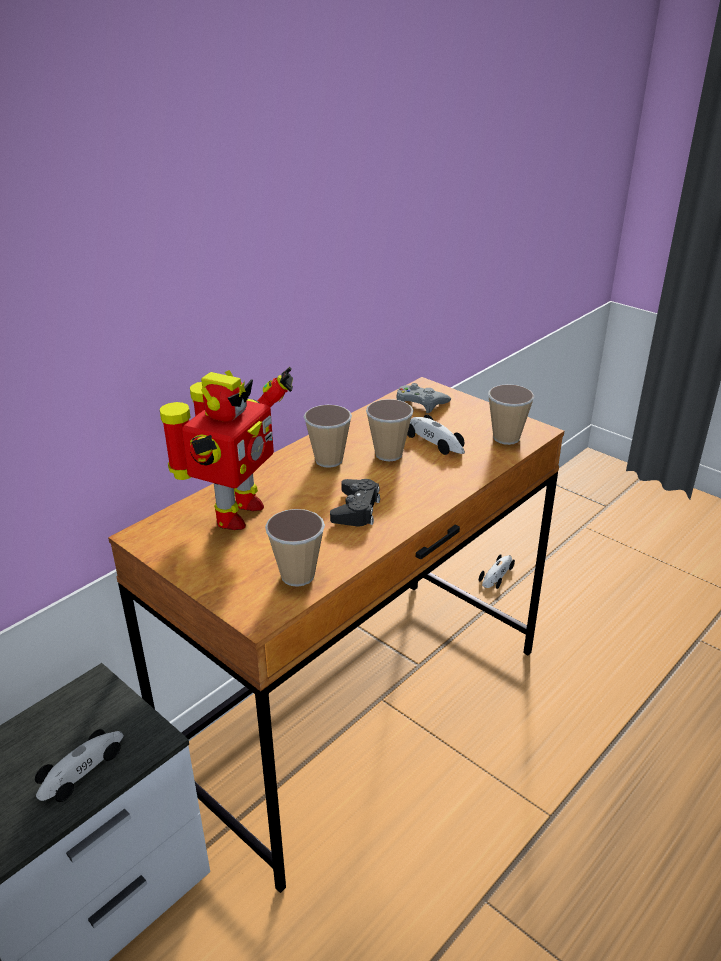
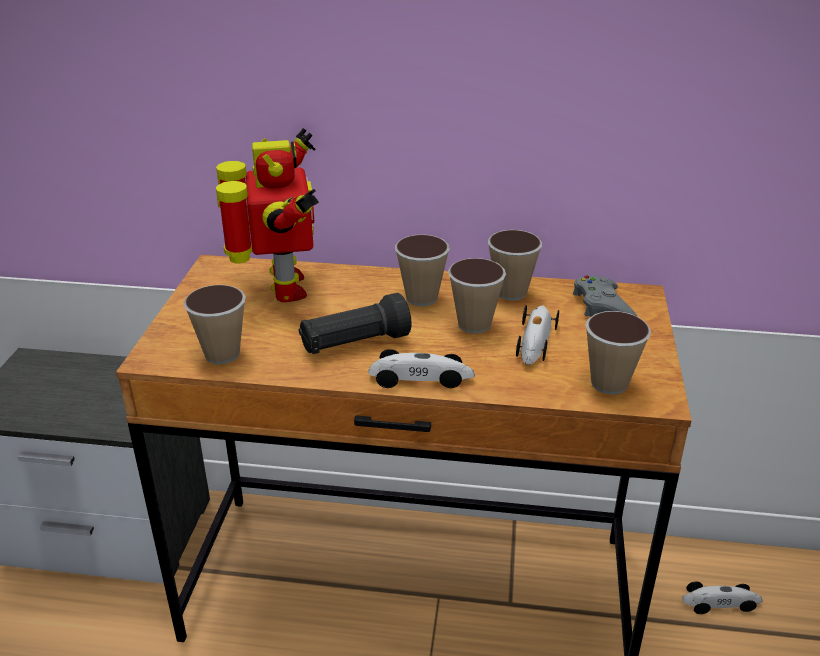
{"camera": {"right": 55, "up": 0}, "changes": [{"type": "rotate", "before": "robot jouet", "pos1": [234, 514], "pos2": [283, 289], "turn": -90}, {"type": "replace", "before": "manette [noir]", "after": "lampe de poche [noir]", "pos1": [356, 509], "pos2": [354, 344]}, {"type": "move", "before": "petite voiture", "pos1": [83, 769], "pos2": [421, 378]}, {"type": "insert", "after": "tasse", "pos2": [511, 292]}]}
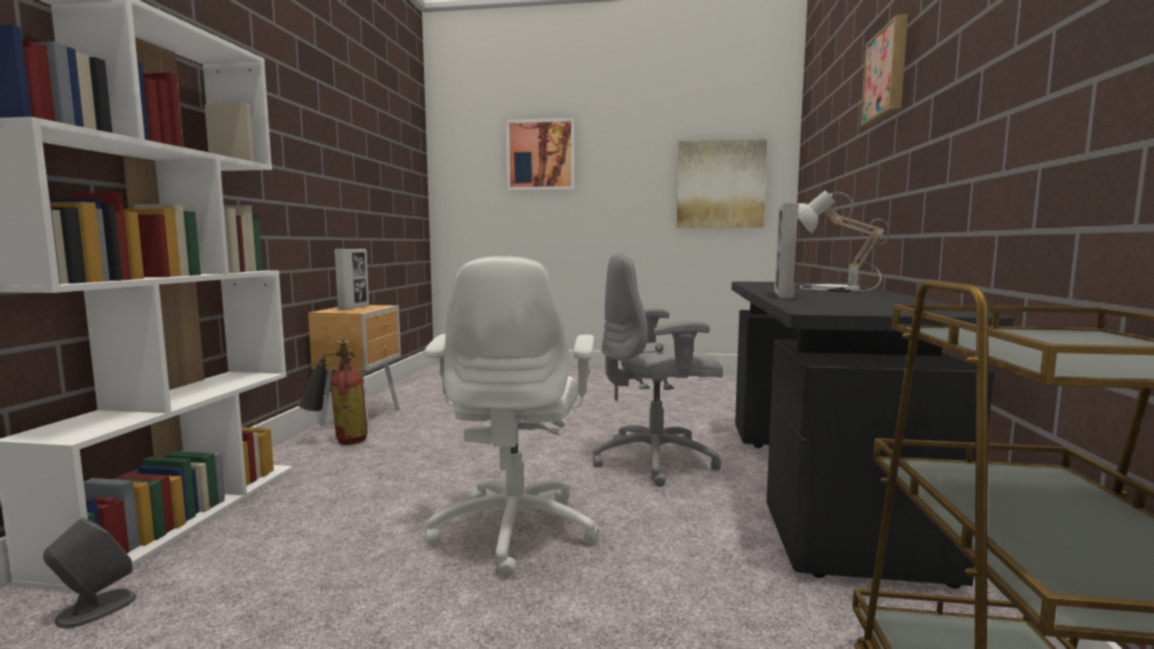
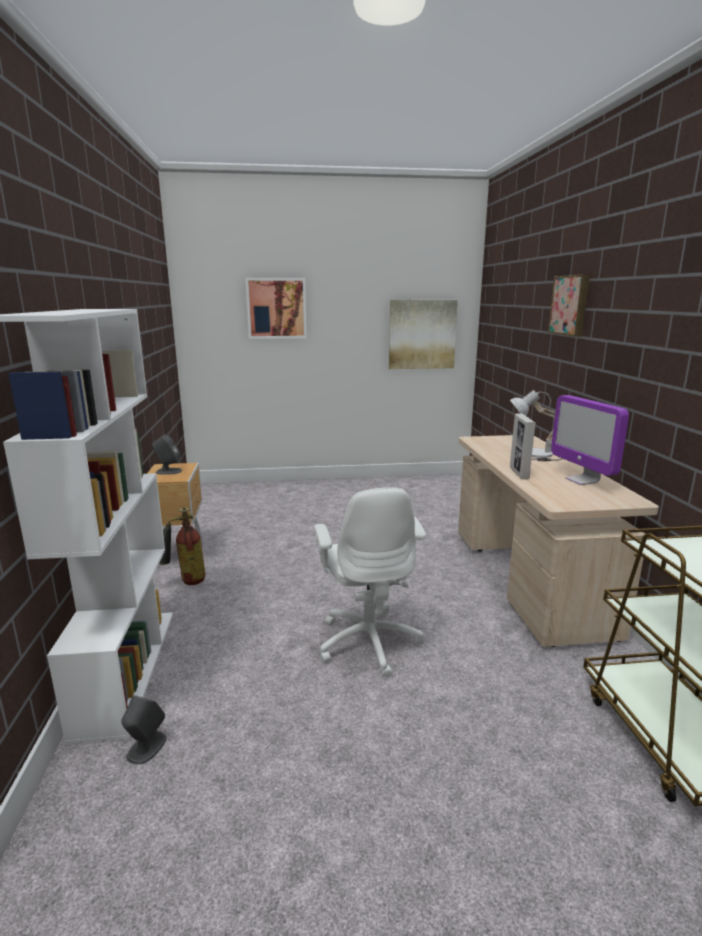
{"camera": {"right": -15, "up": 10}, "changes": [{"type": "replace", "before": "cadre photo", "after": "enceinte [gris]", "pos1": [354, 308], "pos2": [168, 471]}, {"type": "delete", "before": "chaise de bureau [gris]", "pos1": [657, 461]}, {"type": "recolor", "before": "bureau [noir]", "after": "bureau [beige]", "pos1": [817, 486], "pos2": [527, 579]}, {"type": "insert", "after": "écran d'ordinateur", "pos2": [582, 480]}]}
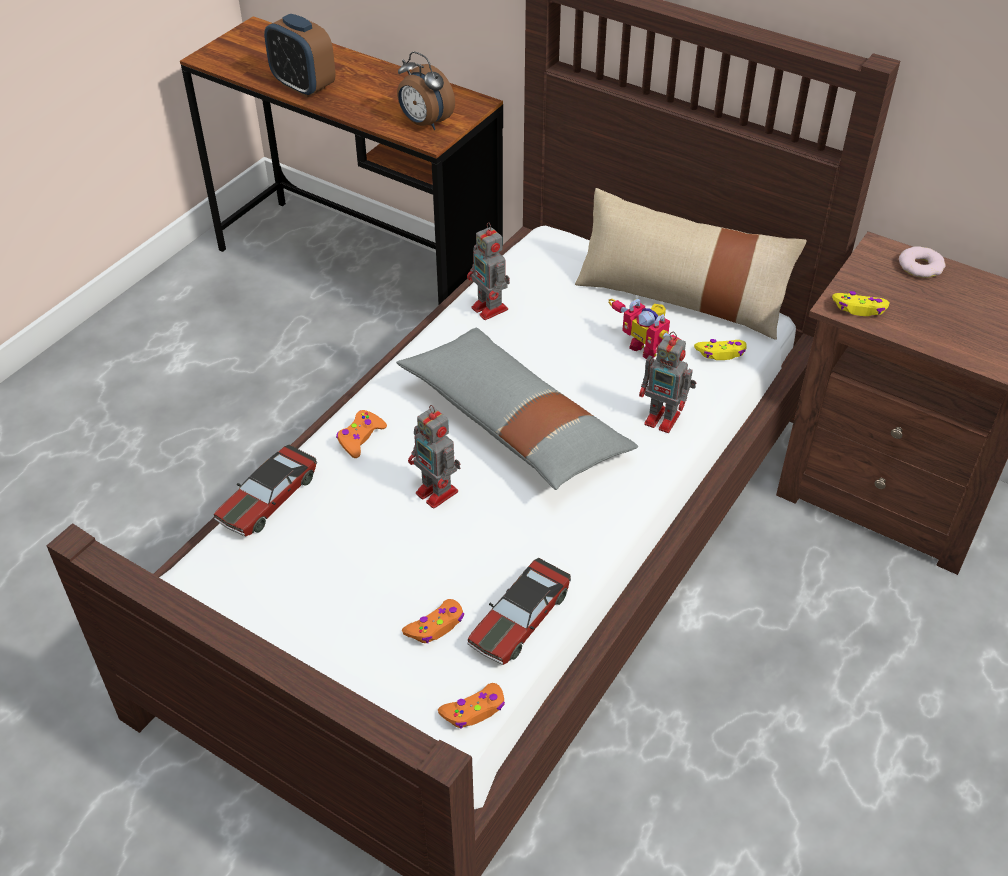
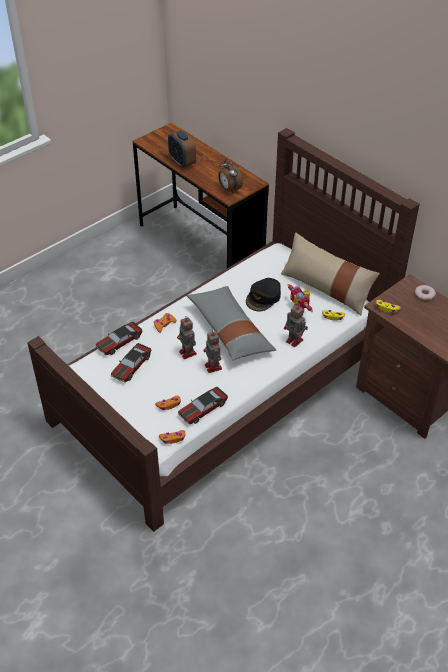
{"camera": {"right": 15, "up": 0}, "changes": [{"type": "move", "before": "robot jouet", "pos1": [490, 309], "pos2": [213, 367]}, {"type": "insert", "after": "casquette [noir]", "pos2": [263, 298]}, {"type": "insert", "after": "petite voiture", "pos2": [131, 366]}]}
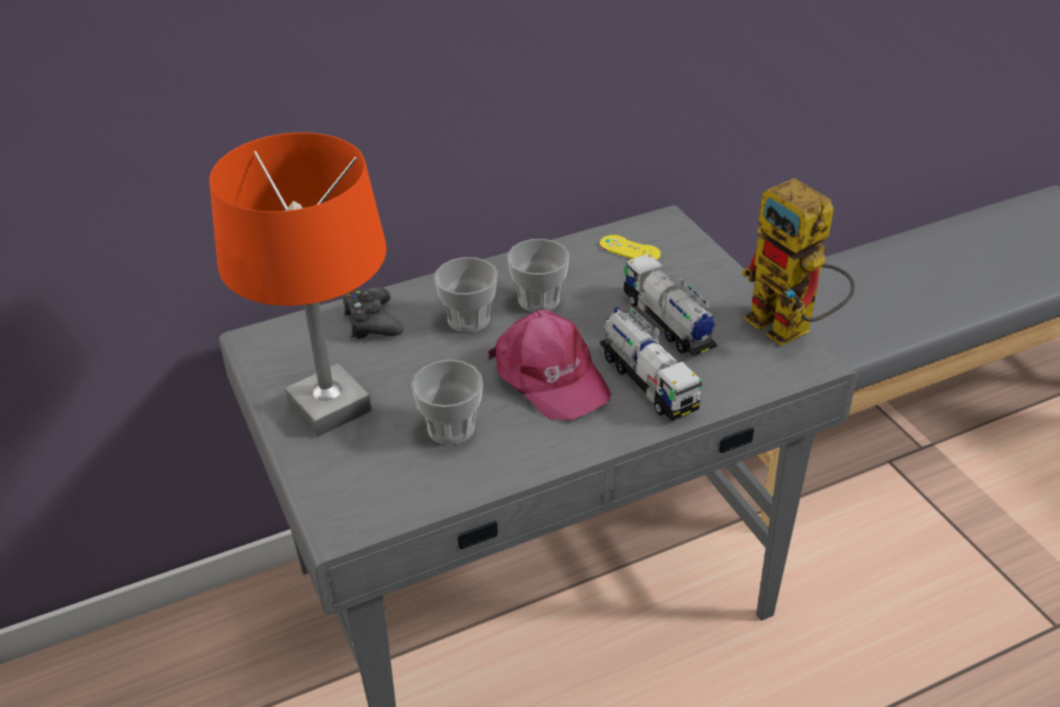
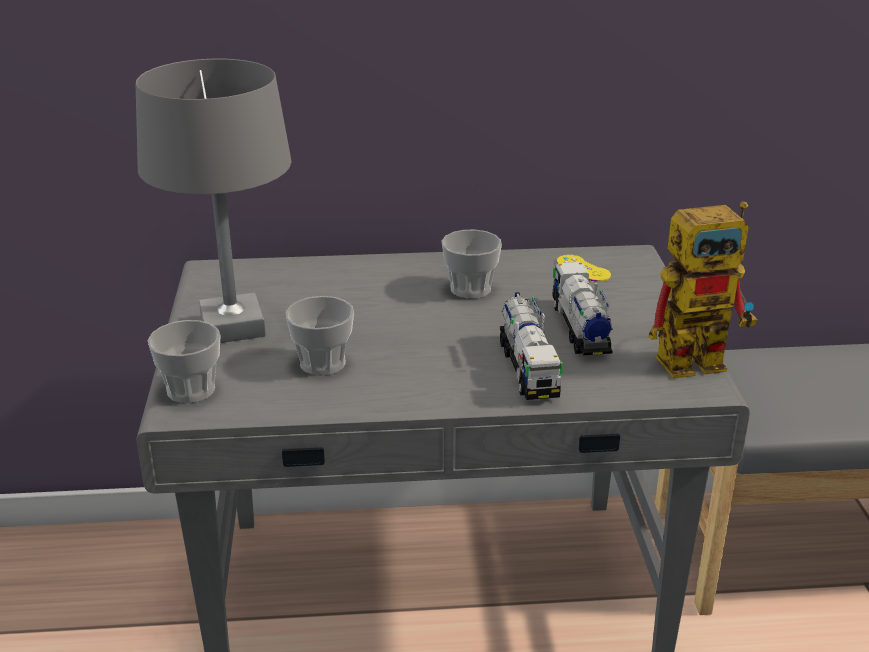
{"camera": {"right": 20, "up": -10}, "changes": [{"type": "recolor", "before": "lampe de table [orange]", "after": "lampe de table [gris]", "pos1": [329, 407], "pos2": [232, 326]}, {"type": "rotate", "before": "robot jouet", "pos1": [791, 330], "pos2": [701, 358], "turn": -90}, {"type": "move", "before": "tasse", "pos1": [468, 319], "pos2": [191, 390]}, {"type": "delete", "before": "manette [noir]", "pos1": [372, 322]}, {"type": "delete", "before": "casquette [rose]", "pos1": [549, 376]}]}
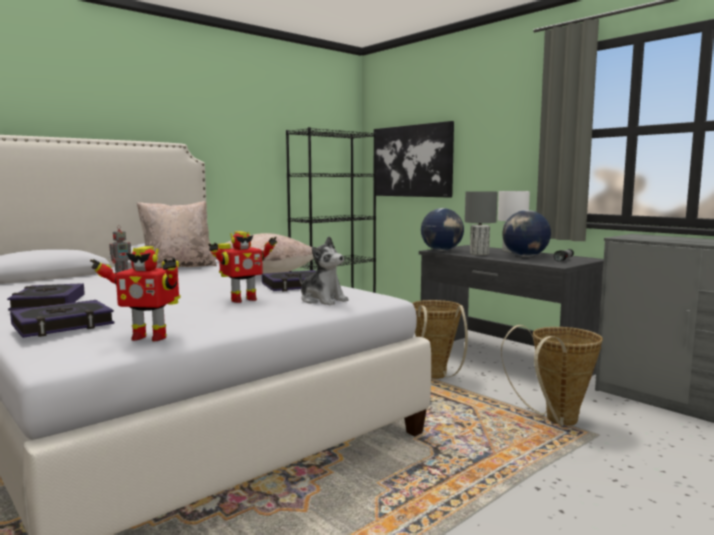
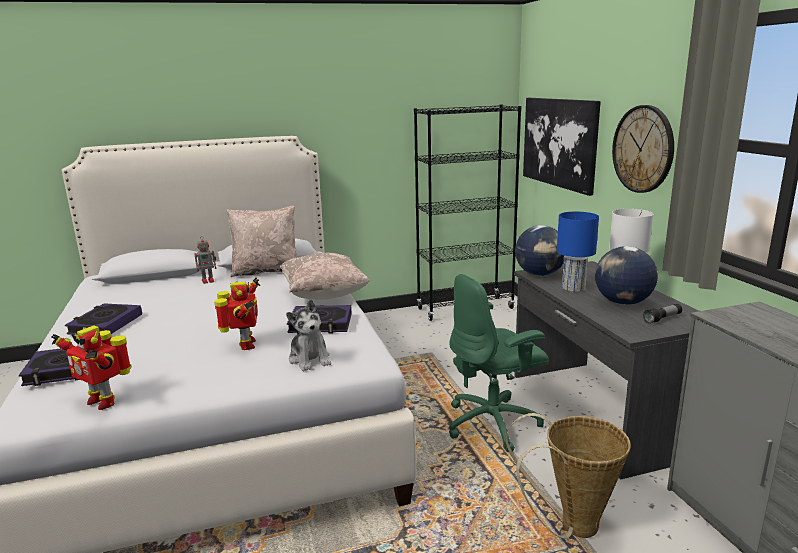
{"camera": {"right": 25, "up": 10}, "changes": [{"type": "recolor", "before": "lampe de table [gris]", "after": "lampe de table [bleu]", "pos1": [478, 254], "pos2": [572, 288]}, {"type": "rotate", "before": "robot jouet", "pos1": [242, 300], "pos2": [245, 345], "turn": -90}, {"type": "replace", "before": "panier", "after": "chaise de bureau [vert]", "pos1": [435, 377], "pos2": [494, 423]}, {"type": "insert", "after": "horloge murale", "pos2": [643, 149]}]}
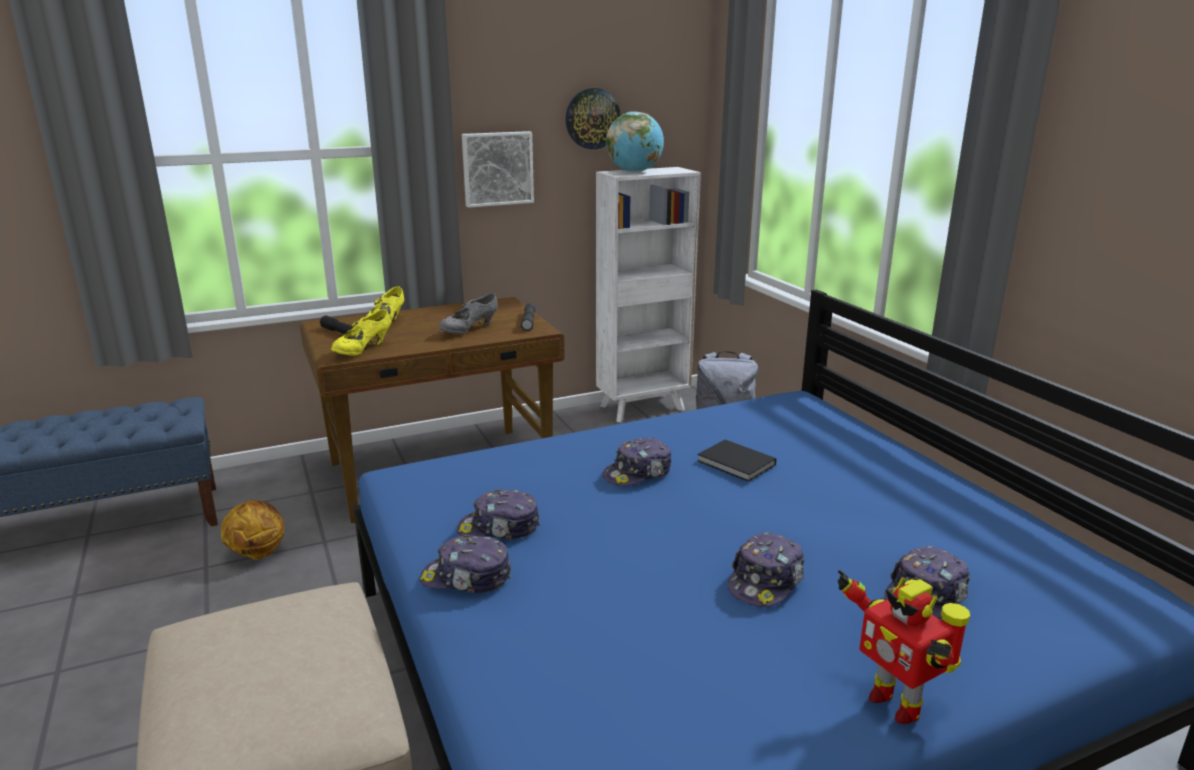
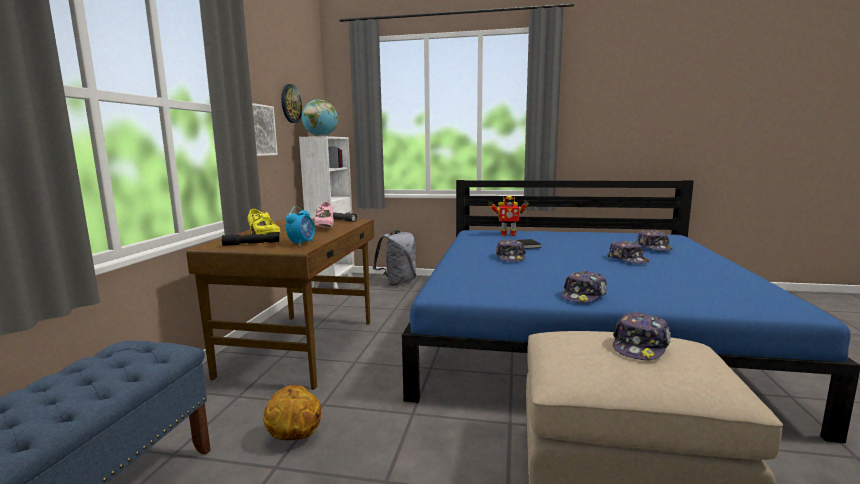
{"camera": {"right": -55, "up": -10}, "changes": [{"type": "recolor", "before": "chaussure [gris]", "after": "chaussure [rose]", "pos1": [469, 330], "pos2": [325, 227]}, {"type": "replace", "before": "chaussure [jaune]", "after": "réveil", "pos1": [362, 351], "pos2": [302, 243]}, {"type": "move", "before": "casquette", "pos1": [499, 528], "pos2": [640, 346]}, {"type": "move", "before": "robot jouet", "pos1": [895, 702], "pos2": [508, 235]}]}
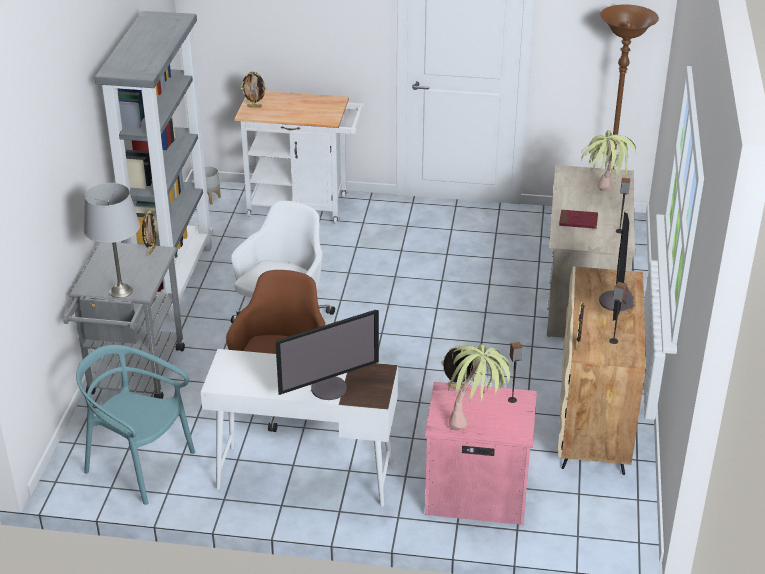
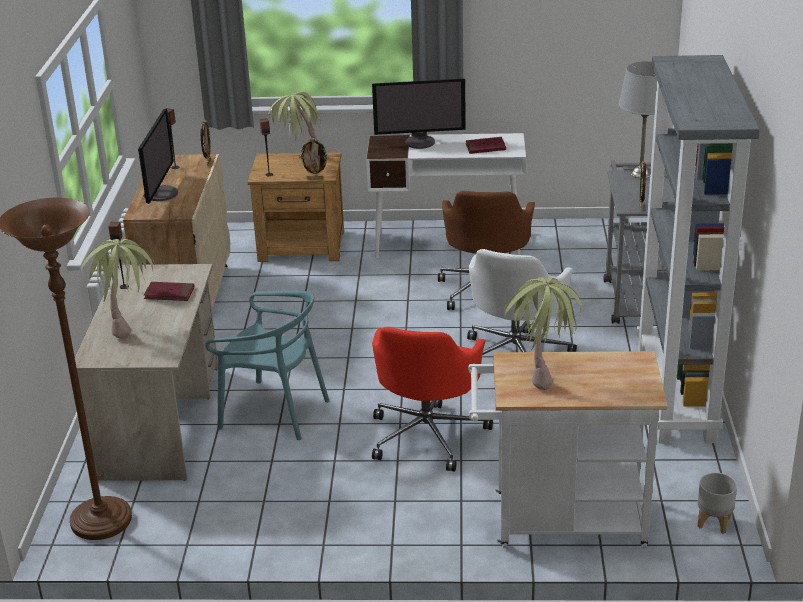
{"camera": {"right": 175, "up": -5}, "changes": [{"type": "delete", "before": "cadre photo", "pos1": [254, 106]}, {"type": "rotate", "before": "écran d'ordinateur", "pos1": [328, 387], "pos2": [420, 142], "turn": -150}, {"type": "move", "before": "chaise [turquoise]", "pos1": [139, 465], "pos2": [274, 412]}, {"type": "recolor", "before": "table de chevet [rose]", "after": "table de chevet [marron]", "pos1": [475, 491], "pos2": [303, 246]}, {"type": "insert", "after": "livre [rouge]", "pos2": [485, 147]}, {"type": "insert", "after": "plante en pot", "pos2": [542, 373]}, {"type": "insert", "after": "chaise de bureau [rouge]", "pos2": [428, 434]}]}
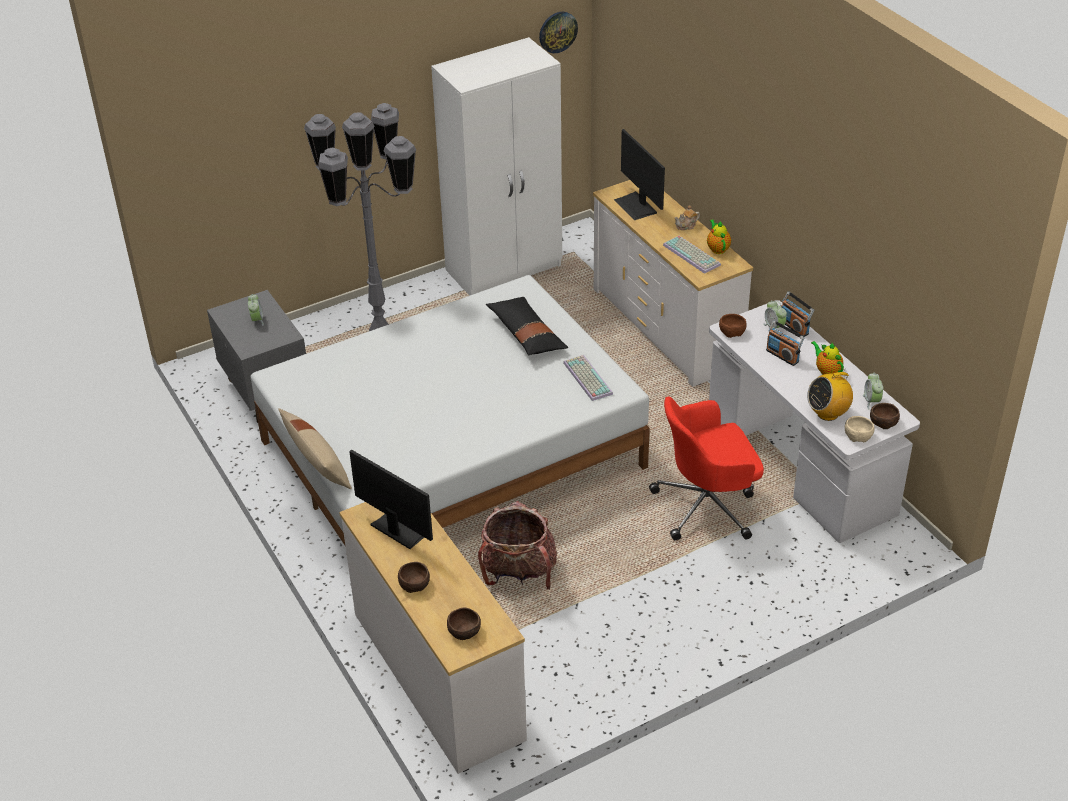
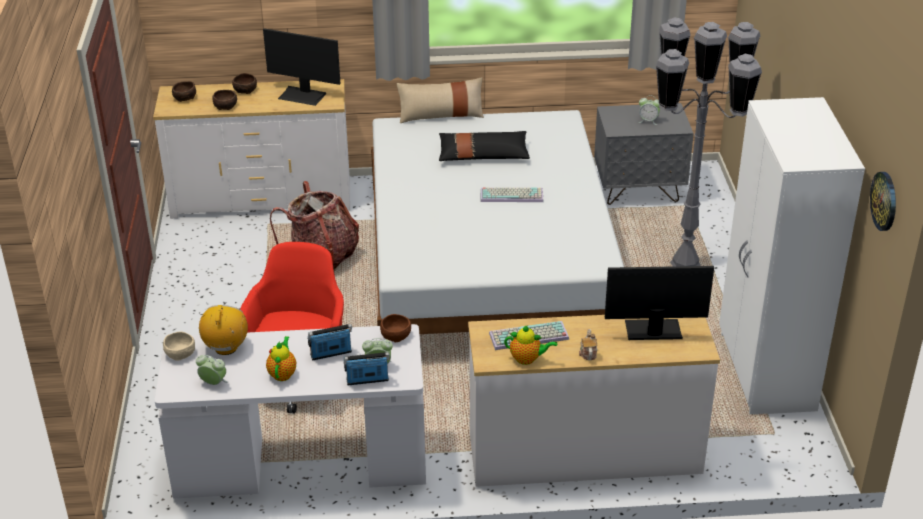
{"camera": {"right": 115, "up": -5}, "changes": [{"type": "move", "before": "coussin [noir]", "pos1": [526, 334], "pos2": [483, 155]}, {"type": "rotate", "before": "théière", "pos1": [827, 371], "pos2": [283, 373], "turn": -75}, {"type": "move", "before": "clavier", "pos1": [586, 378], "pos2": [512, 195]}, {"type": "move", "before": "bol [marron]", "pos1": [882, 422], "pos2": [226, 106]}, {"type": "rotate", "before": "écran d'ordinateur", "pos1": [399, 528], "pos2": [302, 95], "turn": 45}]}
